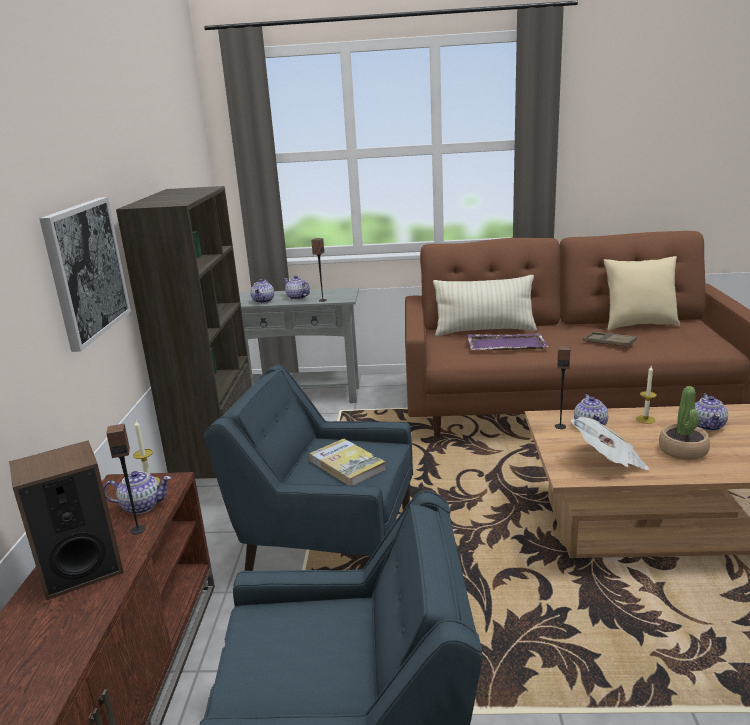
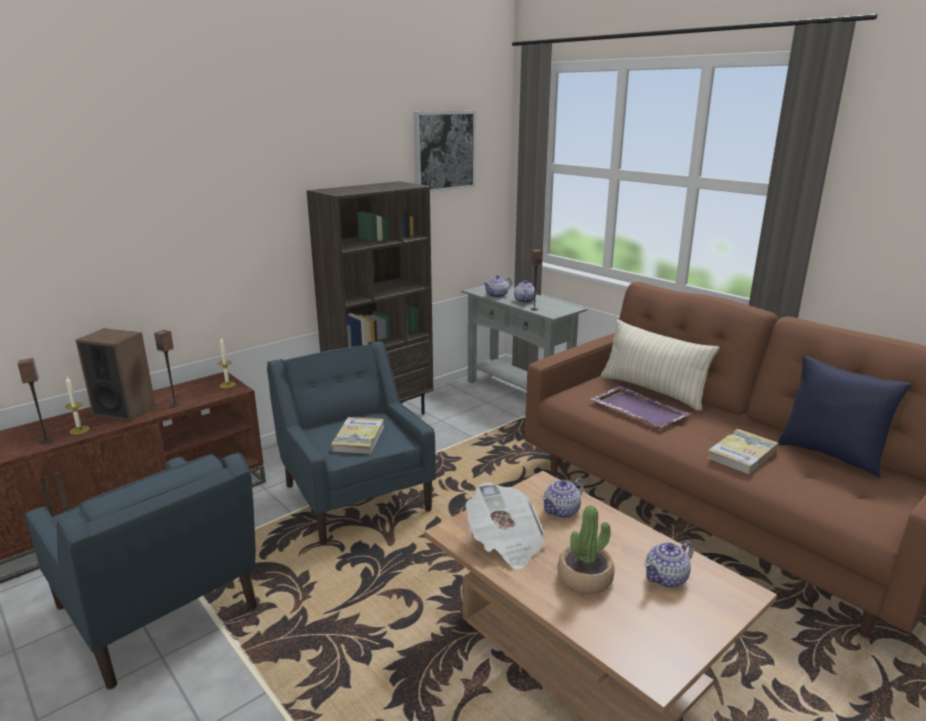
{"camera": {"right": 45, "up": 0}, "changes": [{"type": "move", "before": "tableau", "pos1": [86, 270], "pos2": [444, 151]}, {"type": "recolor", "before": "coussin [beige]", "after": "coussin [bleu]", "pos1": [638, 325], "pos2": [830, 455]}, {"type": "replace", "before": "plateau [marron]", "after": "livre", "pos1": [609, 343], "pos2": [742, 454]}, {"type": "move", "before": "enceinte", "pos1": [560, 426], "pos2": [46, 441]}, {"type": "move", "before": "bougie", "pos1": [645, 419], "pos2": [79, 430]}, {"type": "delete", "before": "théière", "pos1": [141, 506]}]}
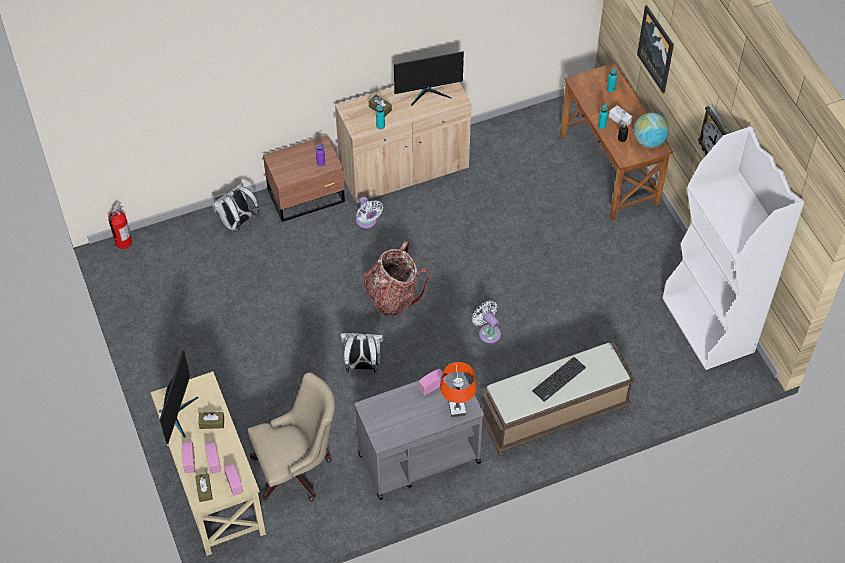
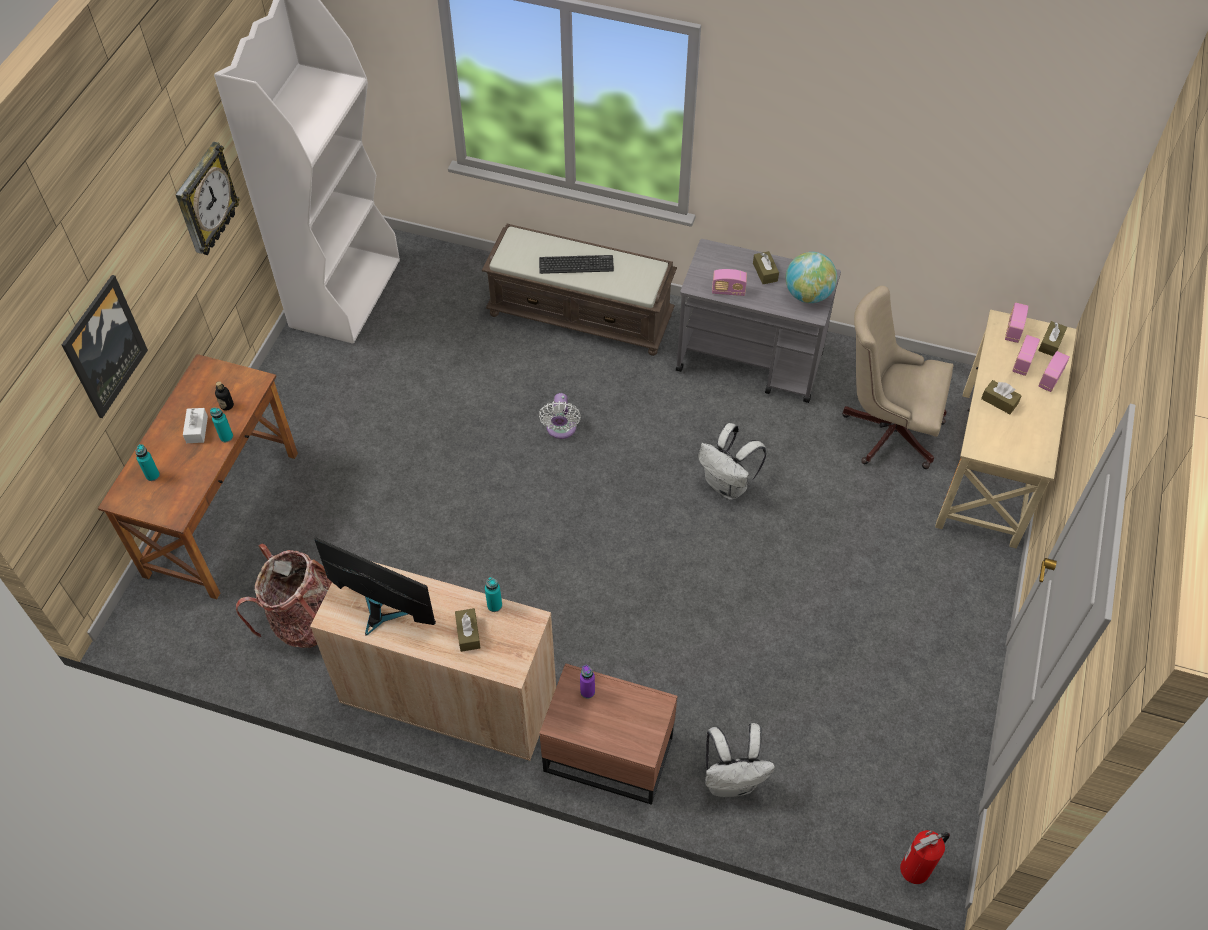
{"camera": {"right": -140, "up": 0}, "changes": [{"type": "move", "before": "globe", "pos1": [649, 141], "pos2": [808, 294]}, {"type": "delete", "before": "ventilateur [blanc]", "pos1": [367, 222]}, {"type": "move", "before": "sac à dos", "pos1": [393, 296], "pos2": [306, 619]}, {"type": "delete", "before": "écran d'ordinateur", "pos1": [178, 414]}, {"type": "delete", "before": "lampe de table [orange]", "pos1": [457, 410]}, {"type": "insert", "after": "boîte à mouchoirs [marron]", "pos2": [765, 272]}]}
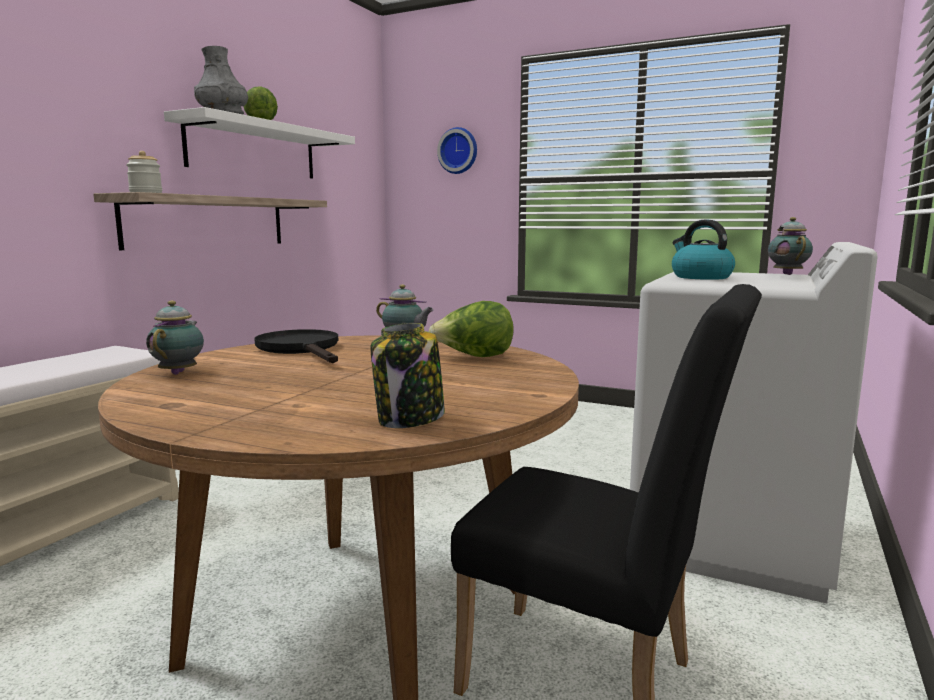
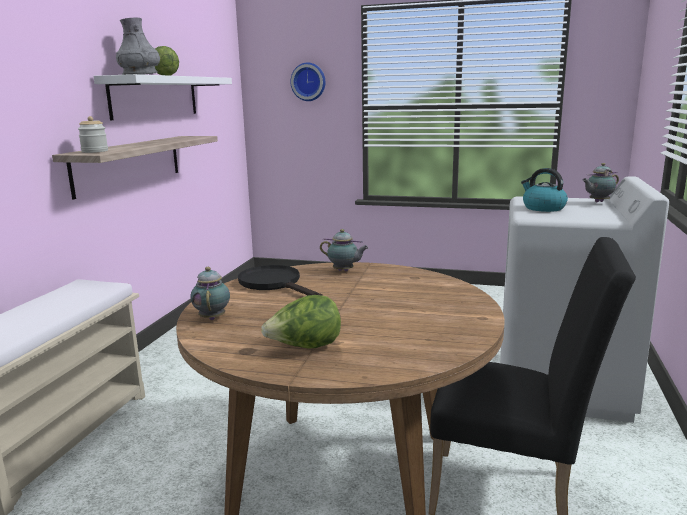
{"camera": {"right": -10, "up": 5}, "changes": [{"type": "rotate", "before": "théière", "pos1": [787, 274], "pos2": [597, 202], "turn": -105}, {"type": "move", "before": "laitue", "pos1": [474, 357], "pos2": [305, 347]}, {"type": "delete", "before": "bocal", "pos1": [410, 419]}]}
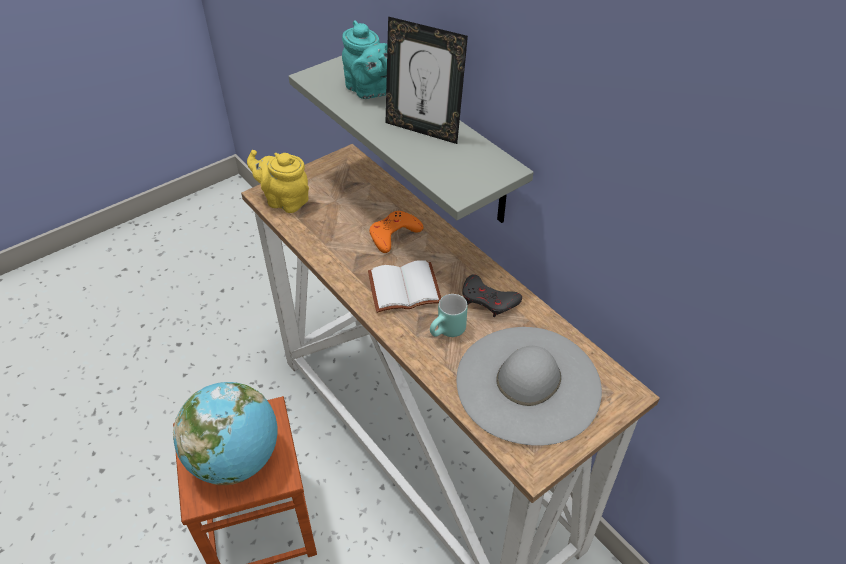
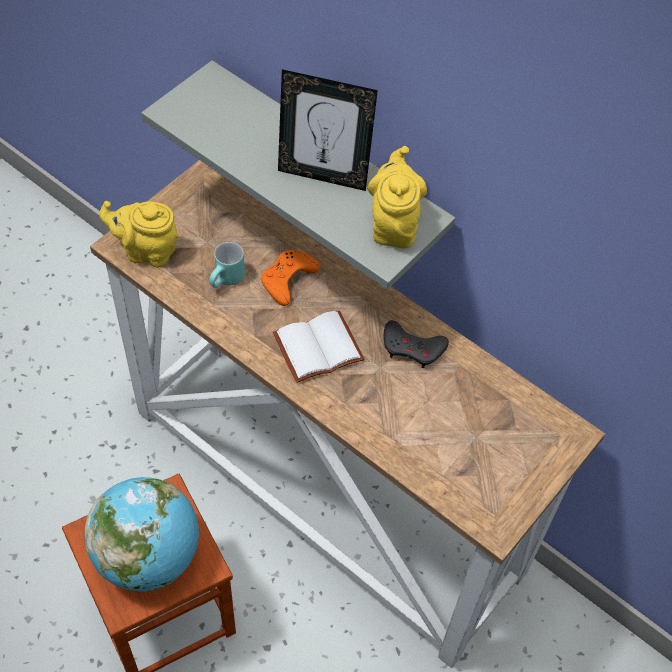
{"camera": {"right": -15, "up": 10}, "changes": [{"type": "delete", "before": "théière [turquoise]", "pos1": [369, 91]}, {"type": "move", "before": "mug [turquoise]", "pos1": [448, 333], "pos2": [228, 281]}, {"type": "delete", "before": "chapeau [gris]", "pos1": [528, 384]}, {"type": "insert", "after": "théière [jaune]", "pos2": [393, 225]}]}
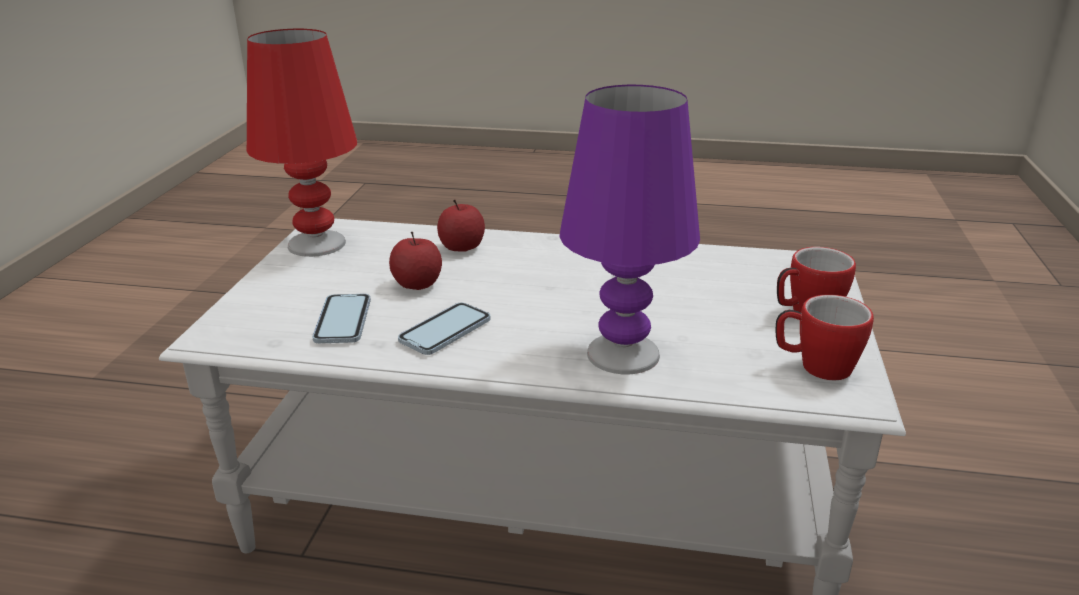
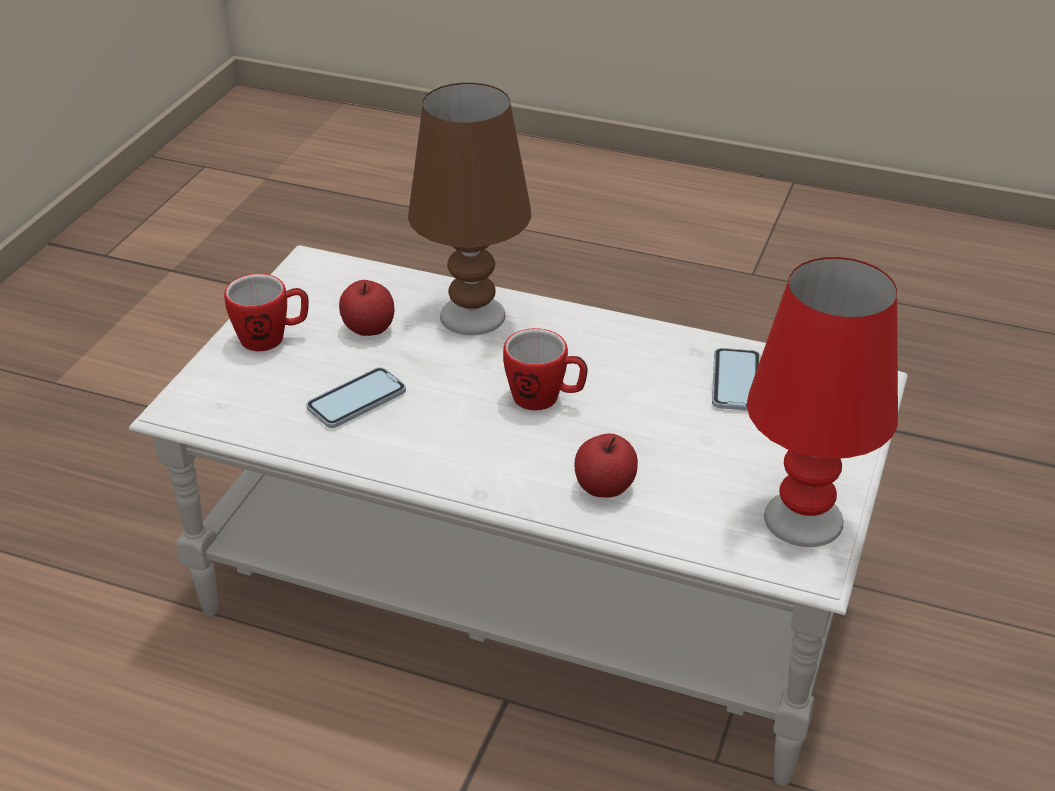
{"camera": {"right": -170, "up": 10}, "changes": [{"type": "recolor", "before": "lampe de table [violet]", "after": "lampe de table [marron]", "pos1": [622, 354], "pos2": [473, 316]}, {"type": "move", "before": "pomme", "pos1": [417, 284], "pos2": [368, 328]}, {"type": "move", "before": "mug", "pos1": [815, 367], "pos2": [545, 399]}, {"type": "move", "before": "téléphone", "pos1": [445, 331], "pos2": [356, 400]}]}
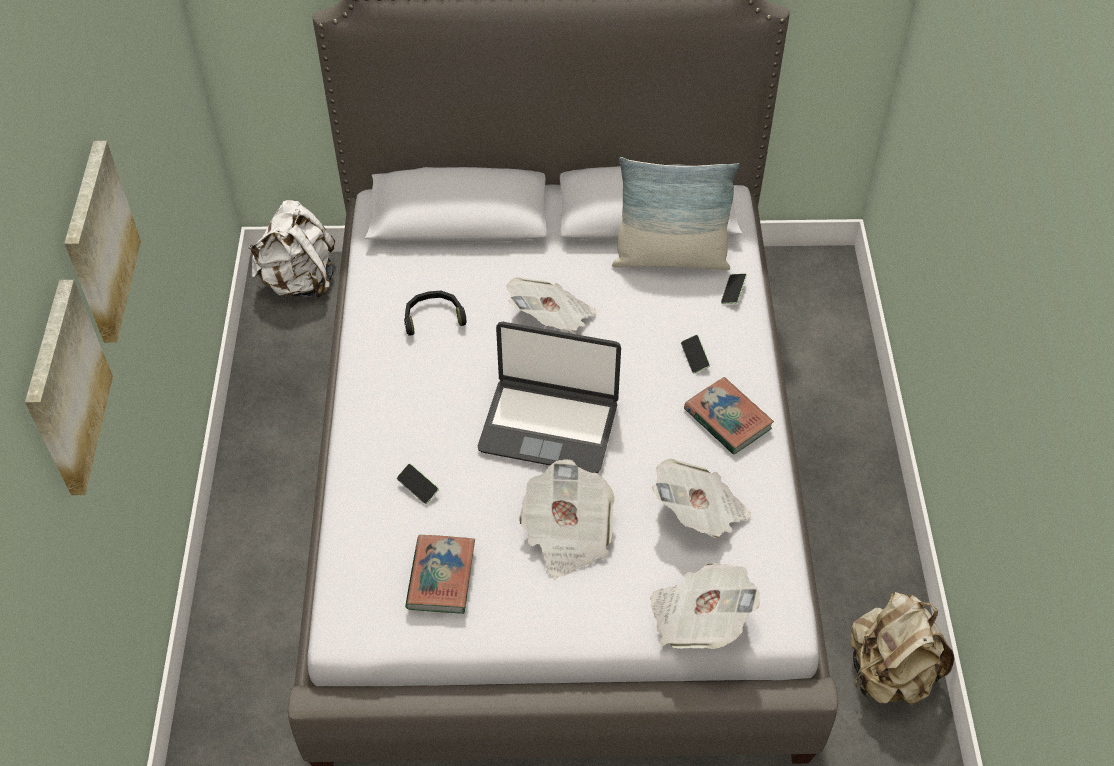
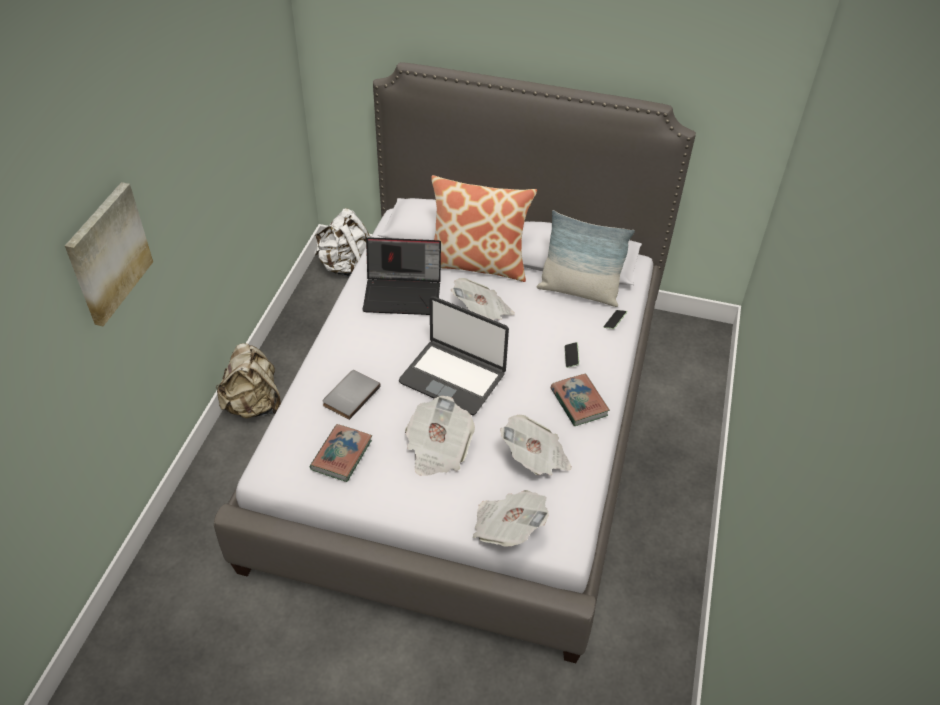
{"camera": {"right": 15, "up": -5}, "changes": [{"type": "delete", "before": "tableau", "pos1": [98, 242]}, {"type": "replace", "before": "casque audio [noir]", "after": "ordinateur portable", "pos1": [433, 317], "pos2": [403, 293]}, {"type": "replace", "before": "téléphone", "after": "livre [gris]", "pos1": [418, 487], "pos2": [349, 395]}, {"type": "move", "before": "sac à dos [beige]", "pos1": [889, 673], "pos2": [254, 405]}, {"type": "insert", "after": "coussin", "pos2": [478, 263]}]}
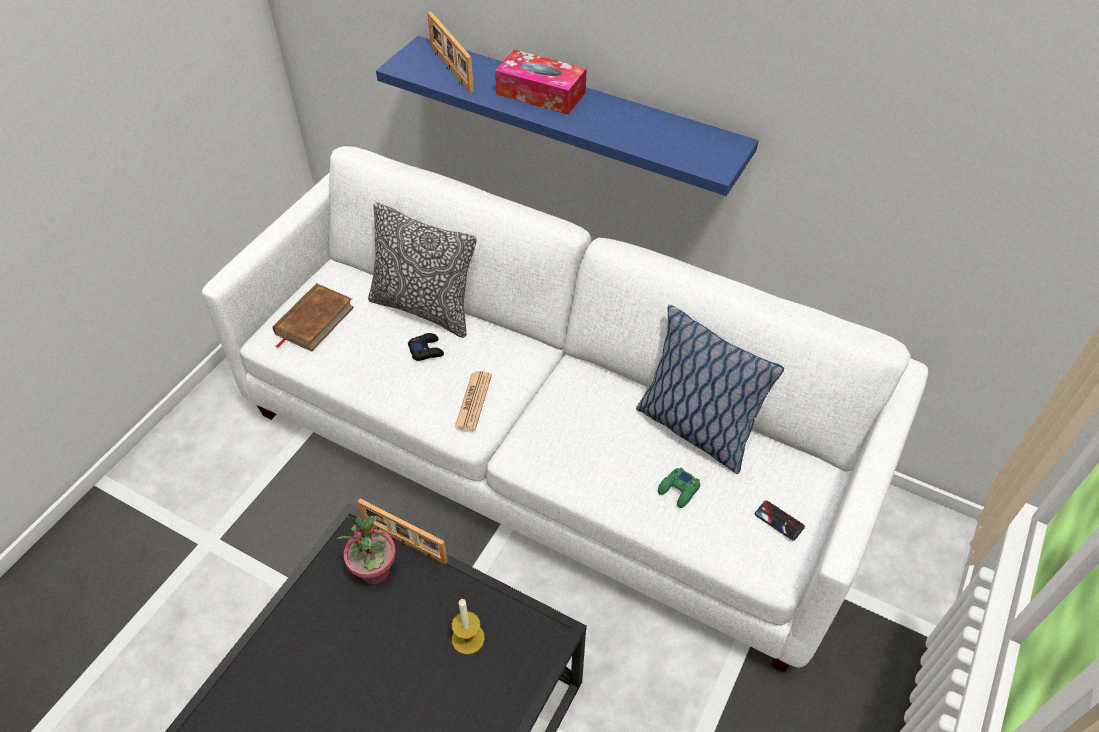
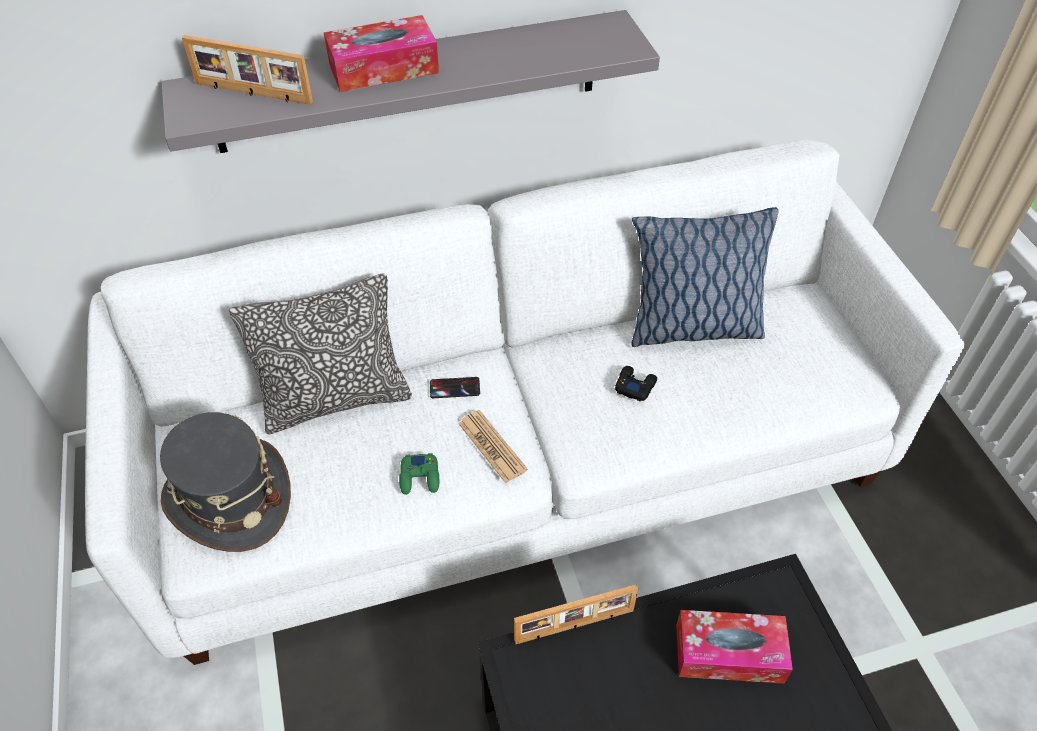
{"camera": {"right": -45, "up": 0}, "changes": [{"type": "recolor", "before": "étagère [bleu]", "after": "étagère [gris]", "pos1": [576, 115], "pos2": [408, 82]}, {"type": "replace", "before": "livre [marron]", "after": "chapeau [gris]", "pos1": [314, 321], "pos2": [229, 497]}, {"type": "move", "before": "manette [noir]", "pos1": [426, 350], "pos2": [635, 386]}, {"type": "move", "before": "manette [vert]", "pos1": [679, 490], "pos2": [420, 477]}, {"type": "move", "before": "téléphone", "pos1": [779, 520], "pos2": [455, 388]}, {"type": "delete", "before": "plante en pot", "pos1": [375, 571]}, {"type": "replace", "before": "bougie", "after": "boîte à mouchoirs", "pos1": [468, 638], "pos2": [729, 653]}]}
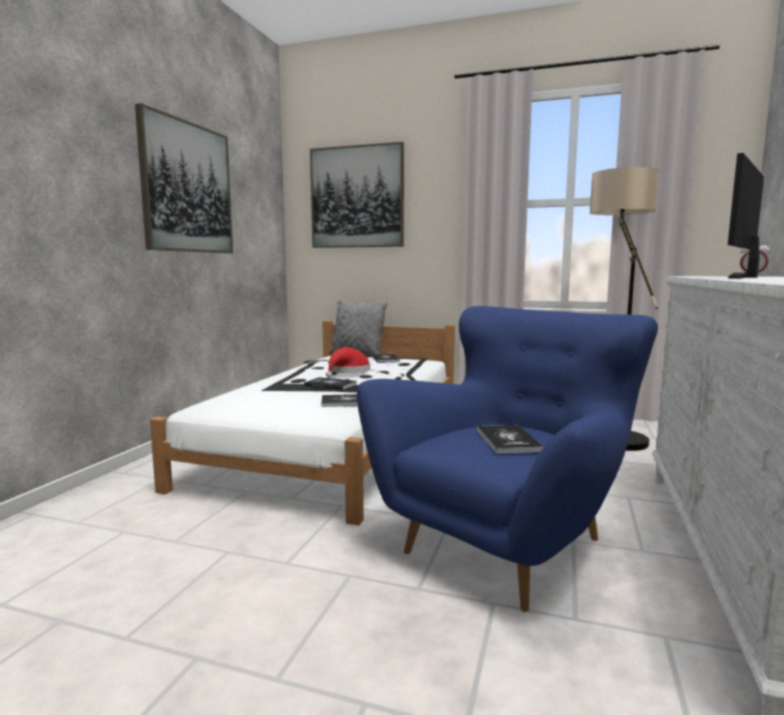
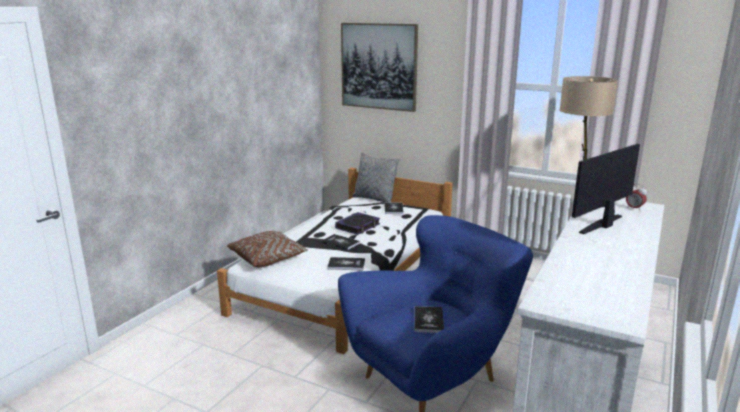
{"camera": {"right": 10, "up": 10}, "changes": [{"type": "delete", "before": "tableau", "pos1": [187, 188]}, {"type": "replace", "before": "chapeau [rouge]", "after": "livre", "pos1": [348, 372], "pos2": [358, 226]}, {"type": "insert", "after": "coussin [marron]", "pos2": [268, 258]}]}
